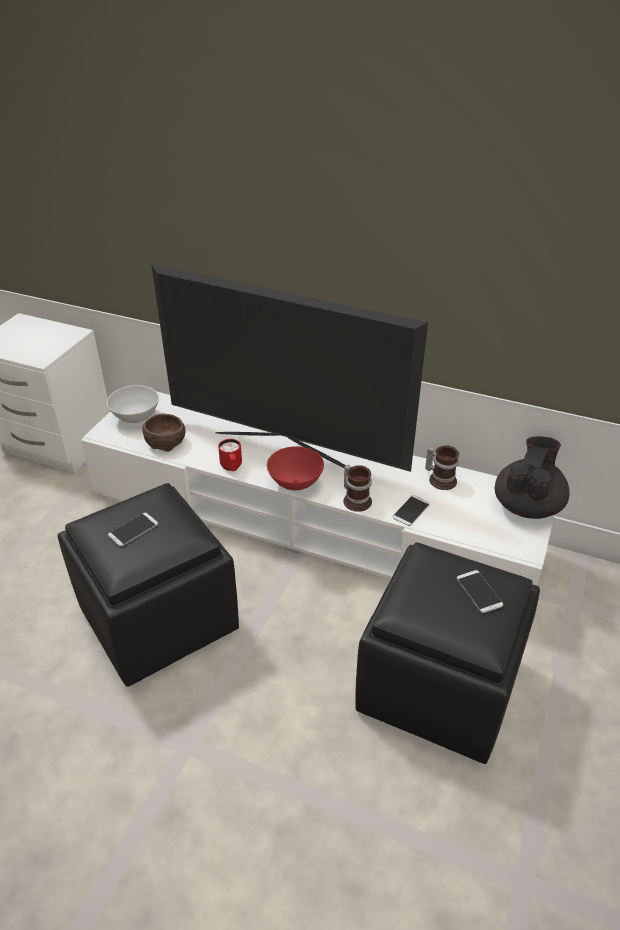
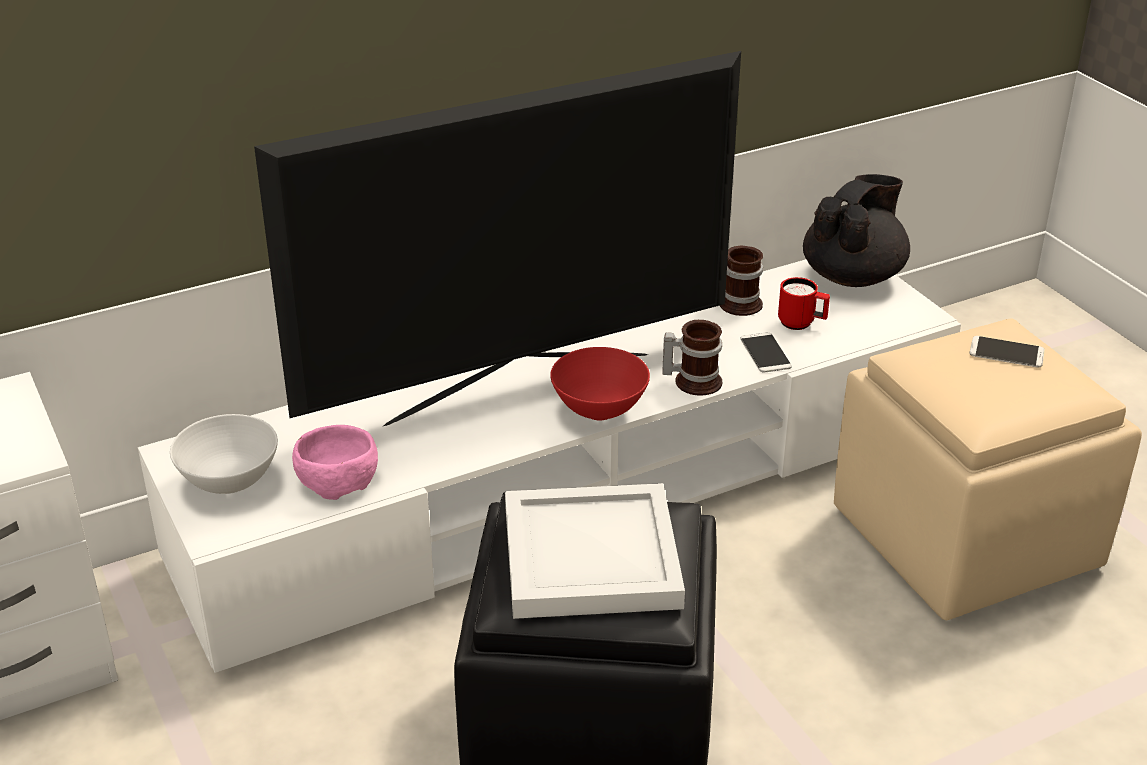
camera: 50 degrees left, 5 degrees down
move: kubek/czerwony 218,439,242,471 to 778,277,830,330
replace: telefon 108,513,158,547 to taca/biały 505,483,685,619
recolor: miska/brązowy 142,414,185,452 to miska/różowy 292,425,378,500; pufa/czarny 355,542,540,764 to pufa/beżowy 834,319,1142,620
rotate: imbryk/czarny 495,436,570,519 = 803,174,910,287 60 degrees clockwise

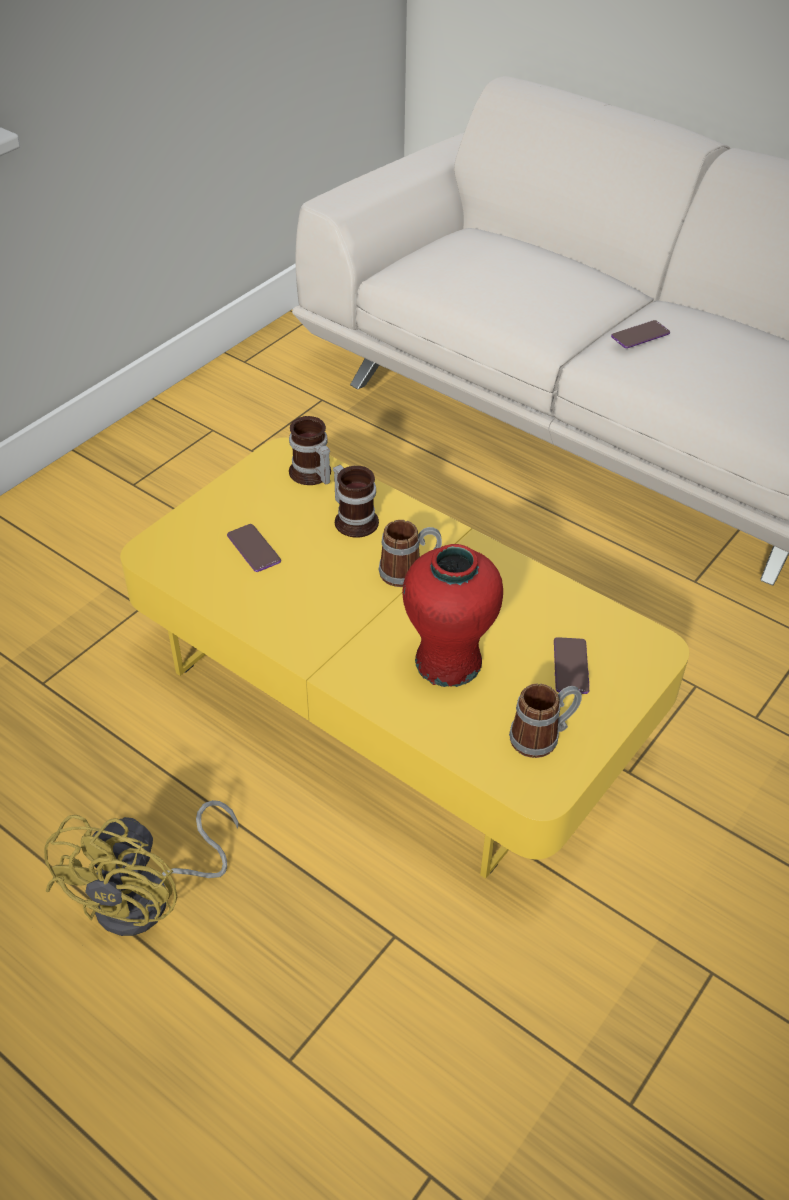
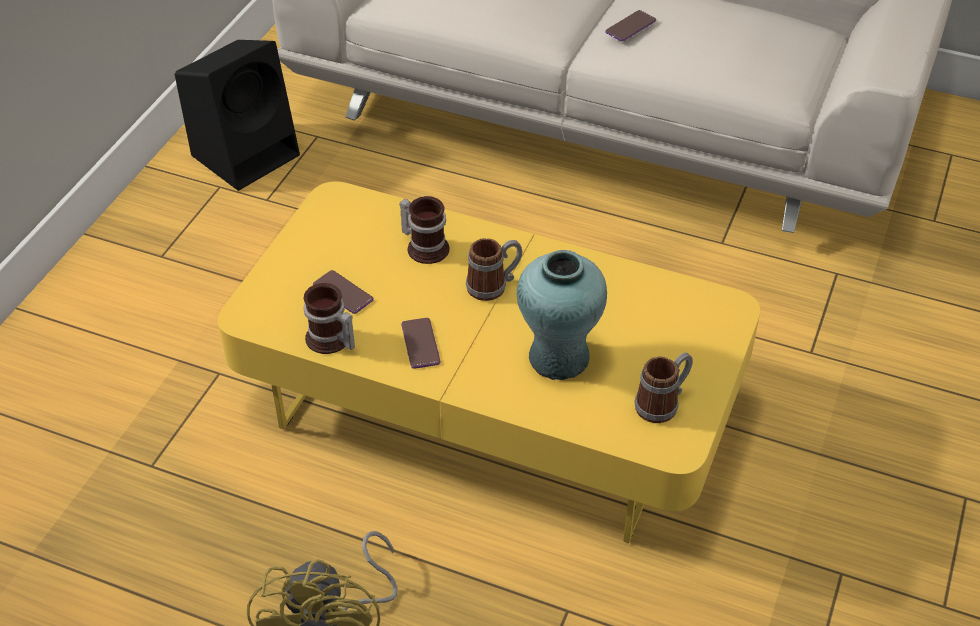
camera: 15 degrees left, 0 degrees up
insert: głośnik/czarny 175,40,300,191
move: kubek 289,416,331,485 to 304,283,355,354; telefon 554,637,589,694 to 401,318,441,369
recolor: wazon/czerwony 402,544,503,687 to wazon/turkusowy 517,250,607,380

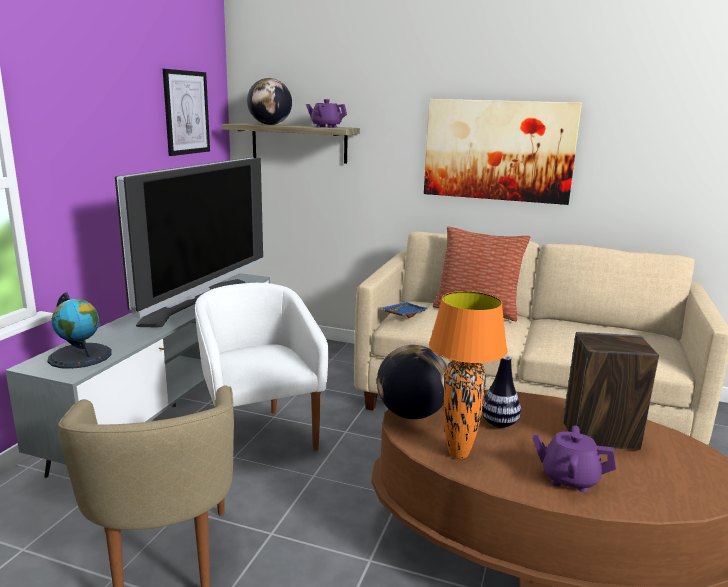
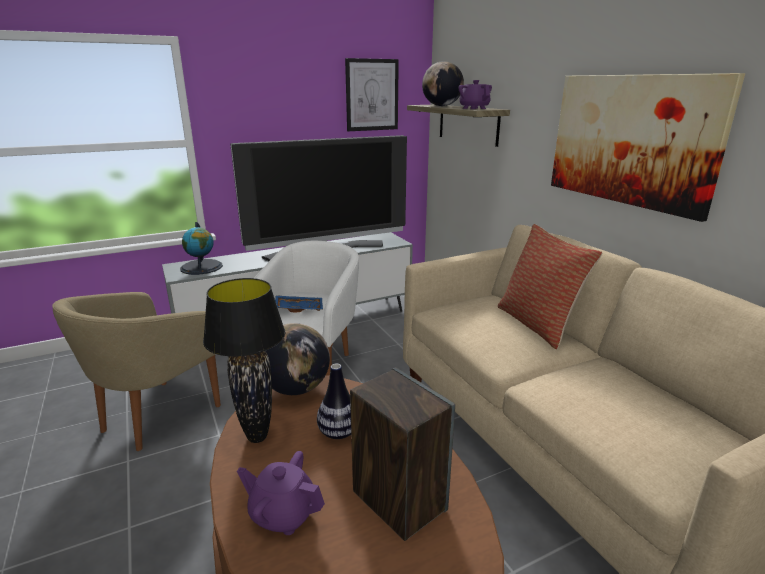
camera: 45 degrees right, 5 degrees up
move: taca/niebieski 382,302,429,318 to 275,295,323,312
recolor: lampa stołowa/pomarańczowy 429,291,508,459 to lampa stołowa/czarny 203,278,286,443
rotate: imbryk/fioletowy 532,425,616,492 = 237,451,325,535 45 degrees counterclockwise

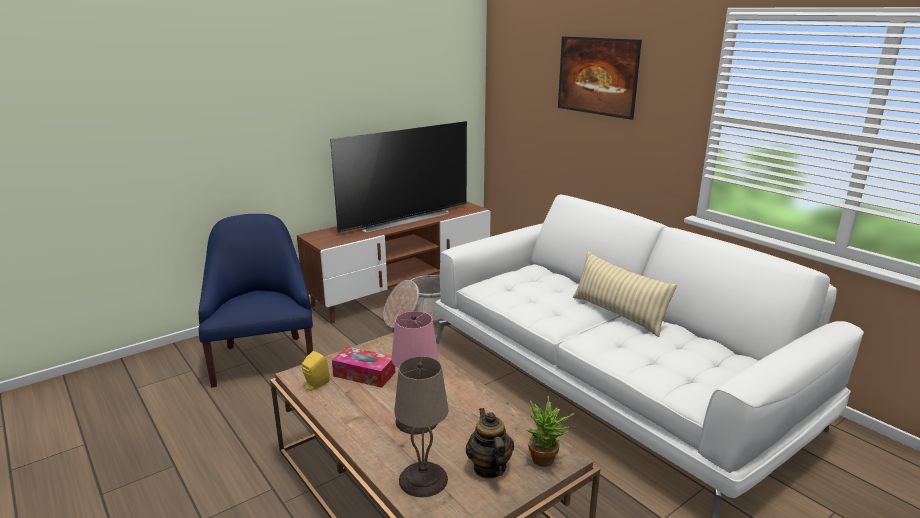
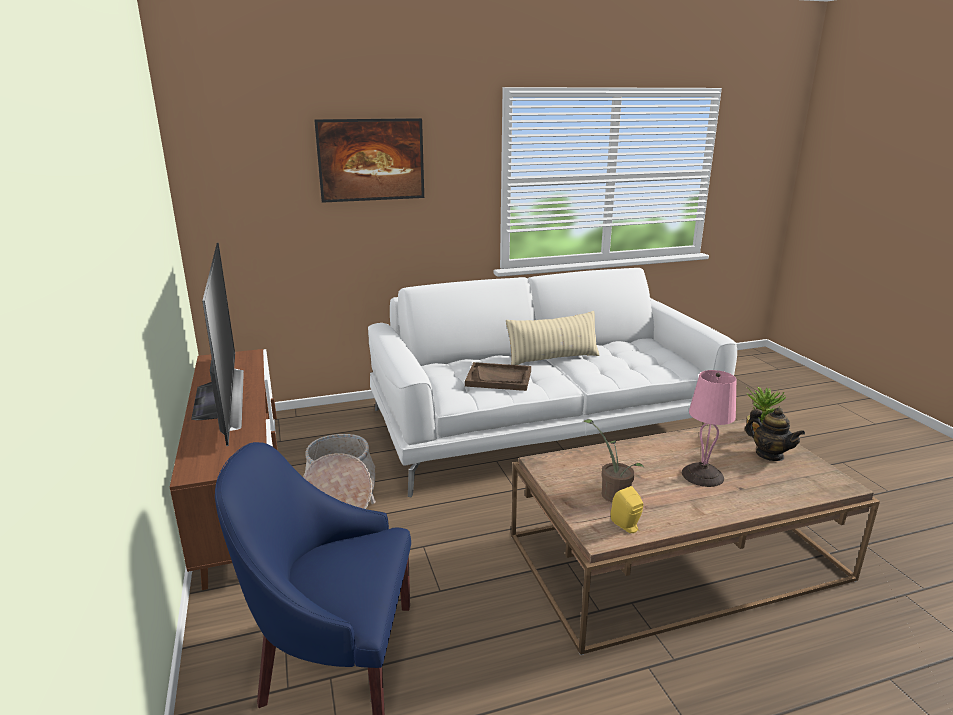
camera: 70 degrees left, 0 degrees up
delete: lampa stołowa/beżowy 394,356,449,497
insert: taca/brązowy 465,362,531,391
replace: pudełko chusteczek 332,346,395,388 to roślina doniczkowa 583,419,645,502
rotate: imbryk 466,408,514,479 = 745,408,805,461 135 degrees counterclockwise

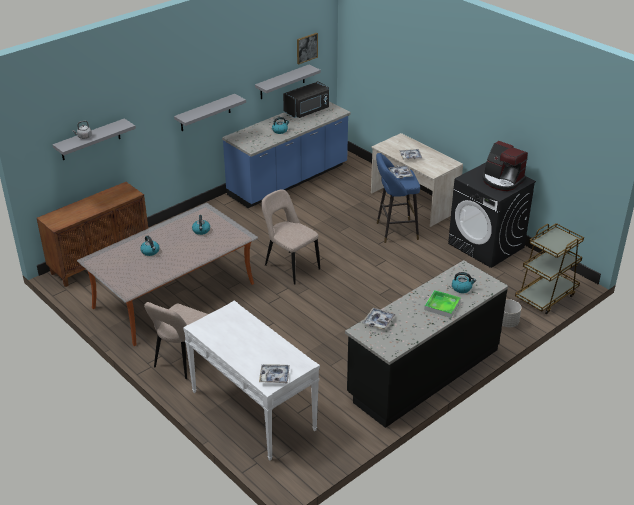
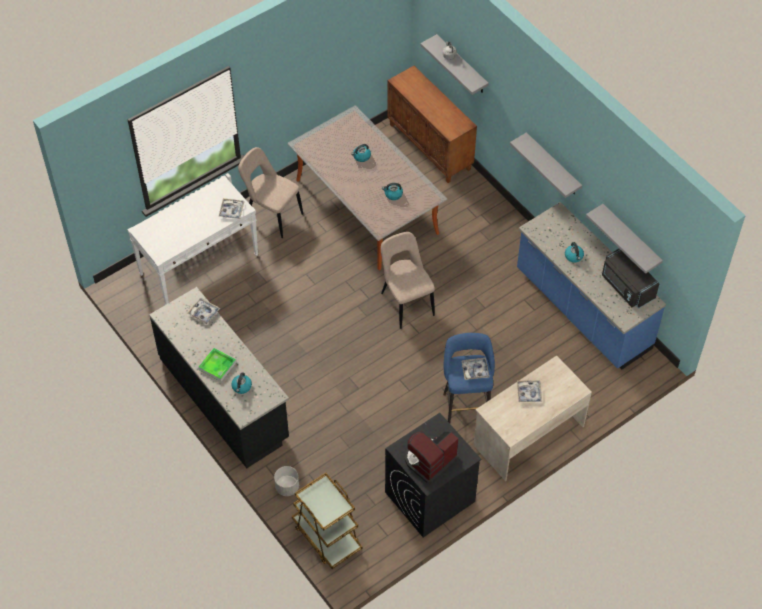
camera: 95 degrees right, 20 degrees up
delete: obraz 297,33,318,65
move: taca 259,364,290,384 to 218,198,244,219
rotate: krzesło/beżowy 261,189,320,284 = 381,232,435,329 75 degrees counterclockwise

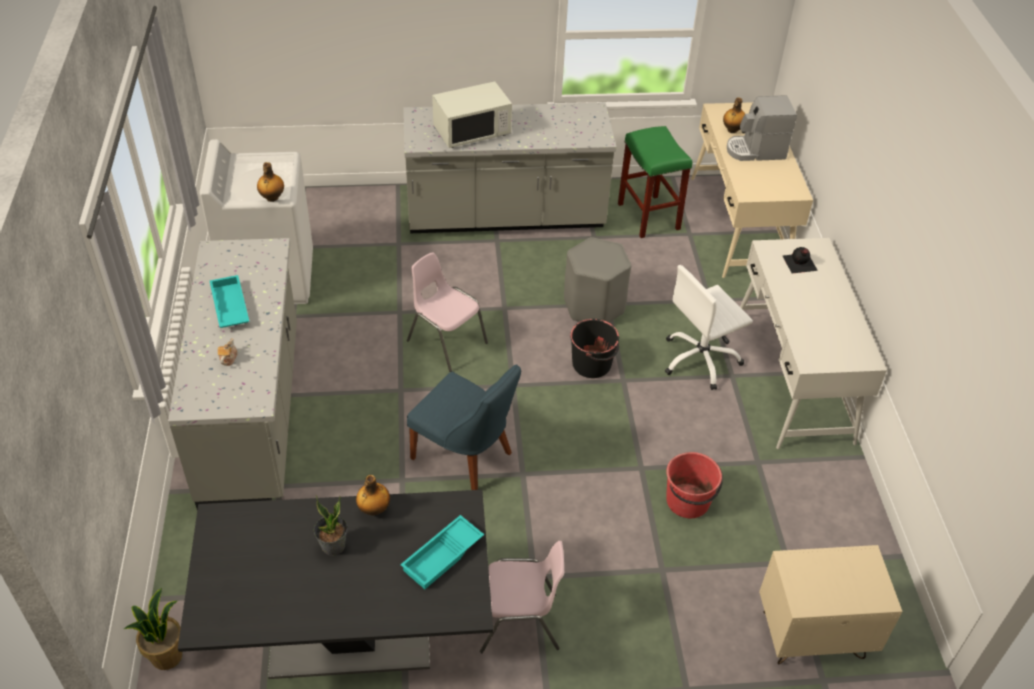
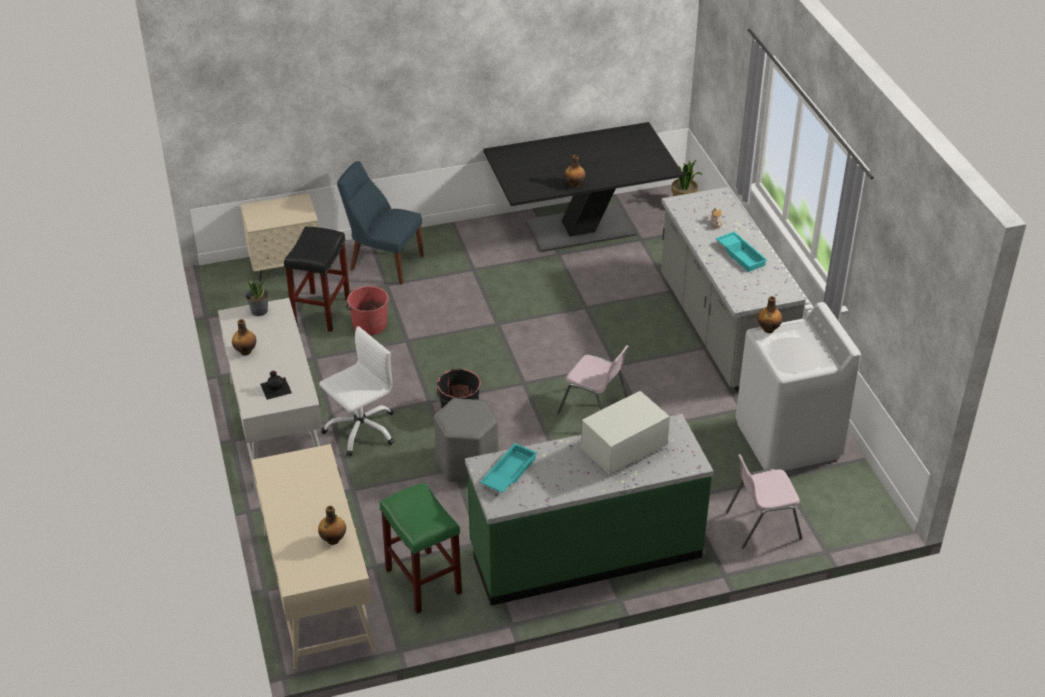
camera: 170 degrees right, 5 degrees down
delete: ekspres do kawy 727,95,797,161
insert: butelka 232,319,256,356; stołek/czarny 284,226,350,332
move: roślina doniczkowa 314,495,347,556 to 246,276,269,316; taca/turkusowy 400,515,484,589 to 480,443,537,493; krzesło/niebieski 407,365,521,490 to 337,161,424,285; krzesło/różowy 480,541,564,653 to 726,454,802,549
recolor: zabudowa kuchenna/szary 403,102,617,233 to zabudowa kuchenna/zielony 465,414,714,606

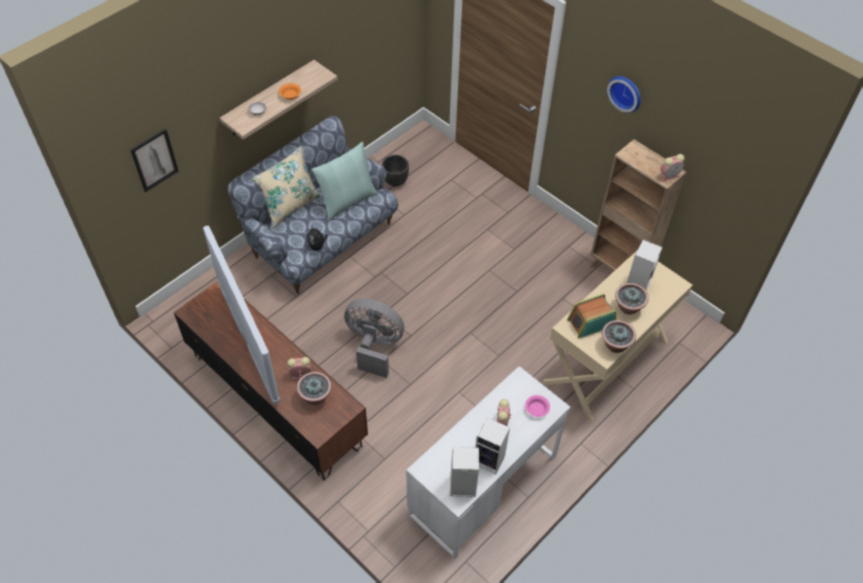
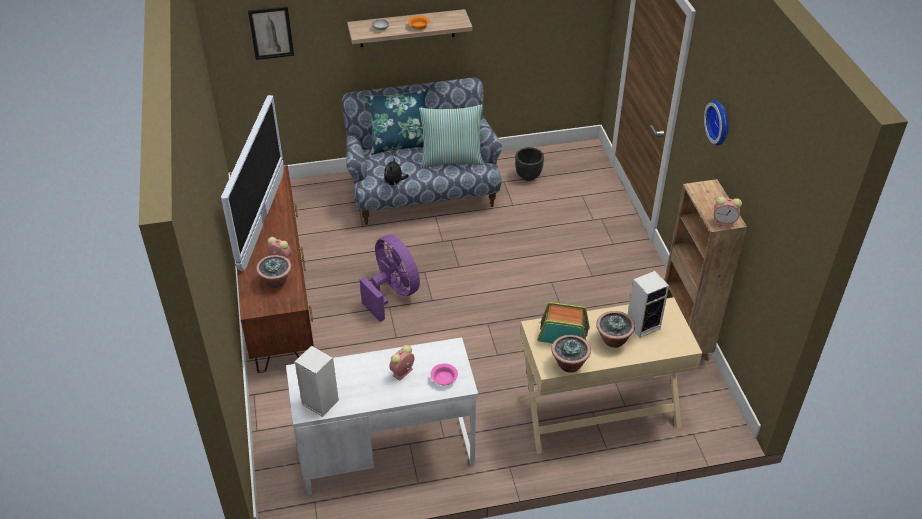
camera: 35 degrees right, 10 degrees down
delete: głośnik 475,417,510,474
recolor: poduszka/beżowy 252,146,320,228 to poduszka/niebieski 365,88,428,155; wentylator/szary 344,299,404,378 to wentylator/fioletowy 360,235,420,322

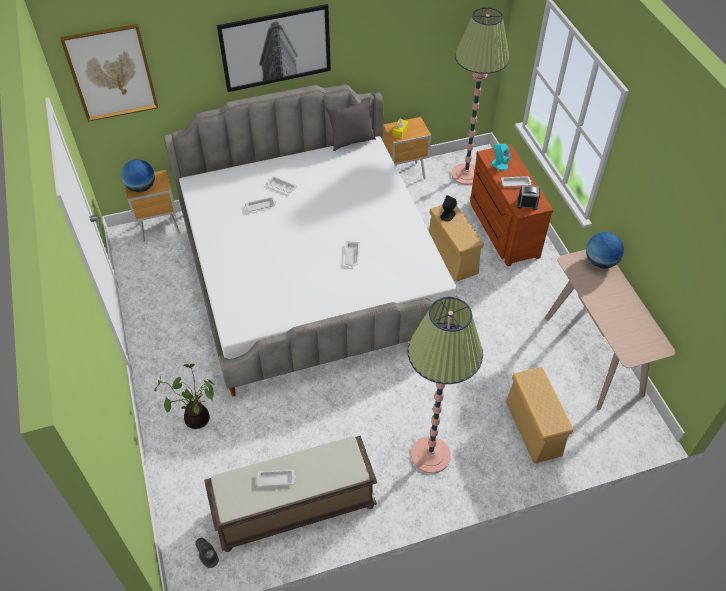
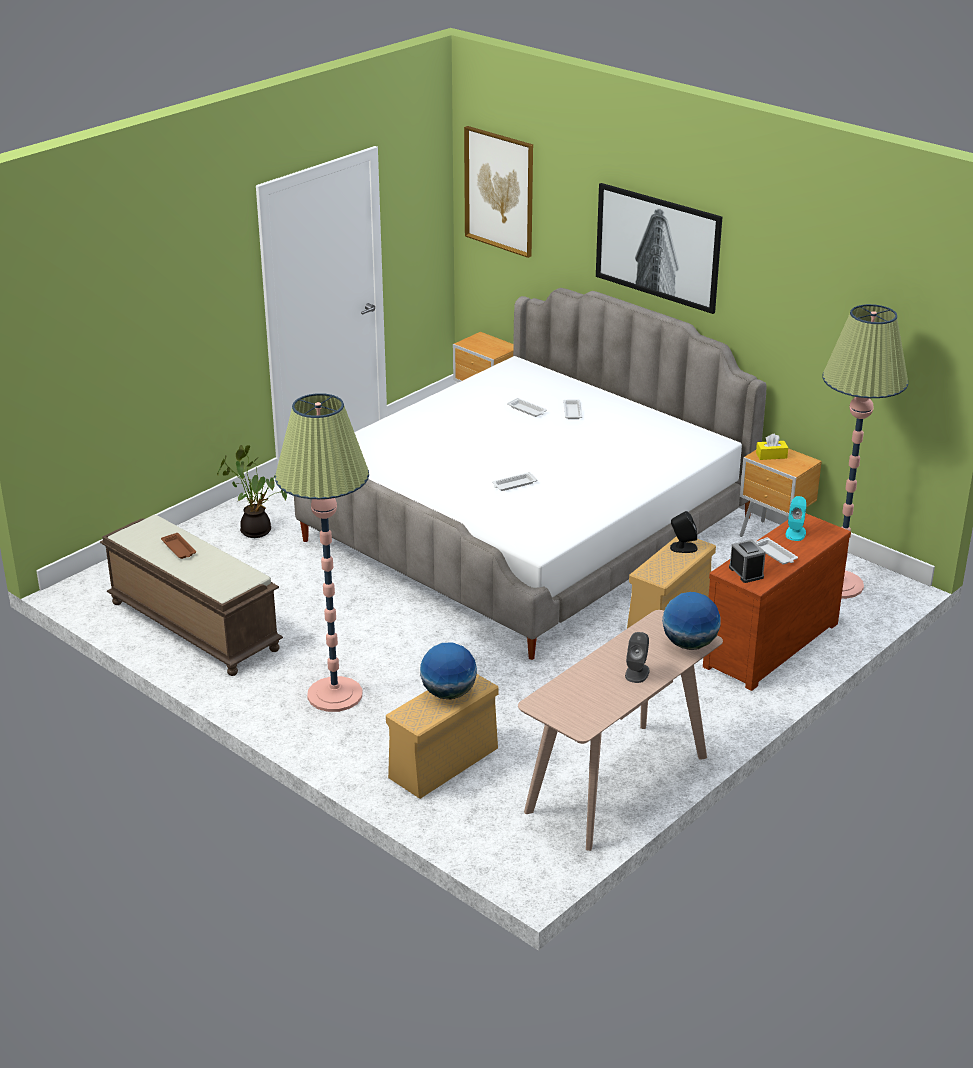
camera: 60 degrees right, 20 degrees down
delete: poduszka/szary 326,97,376,151
move: globus 121,159,155,192 to 420,642,477,699; głośnik/szary 195,538,219,568 to 625,632,650,683
recolor: taca/biały 257,469,296,486 to taca/brązowy 161,533,196,559

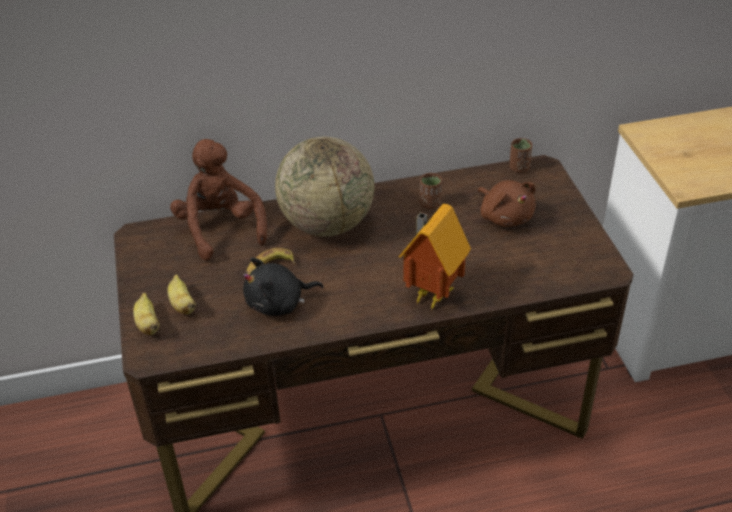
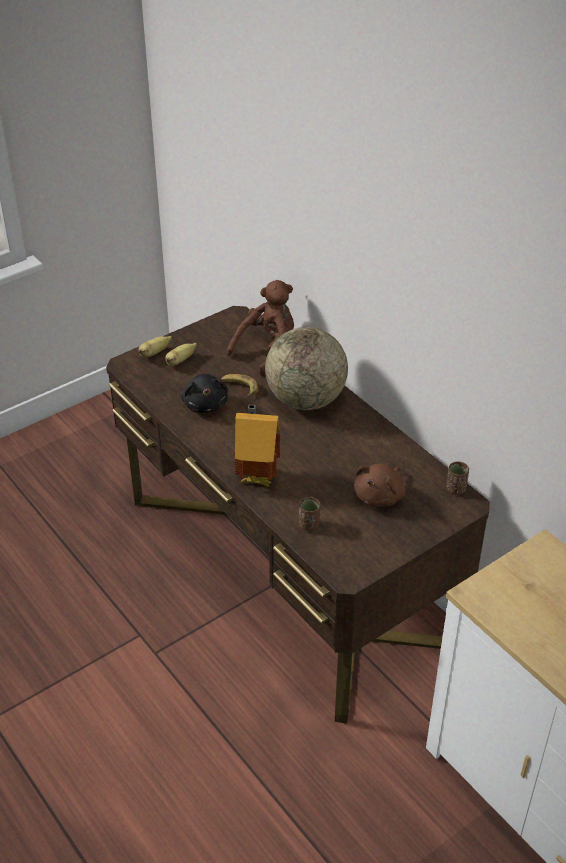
camera: 65 degrees right, 0 degrees up
move: filiżanka/brązowy 420,173,442,209 to 299,497,320,531
rotate: pluszak/czarny 243,257,324,316 = 181,374,228,413 150 degrees counterclockwise

